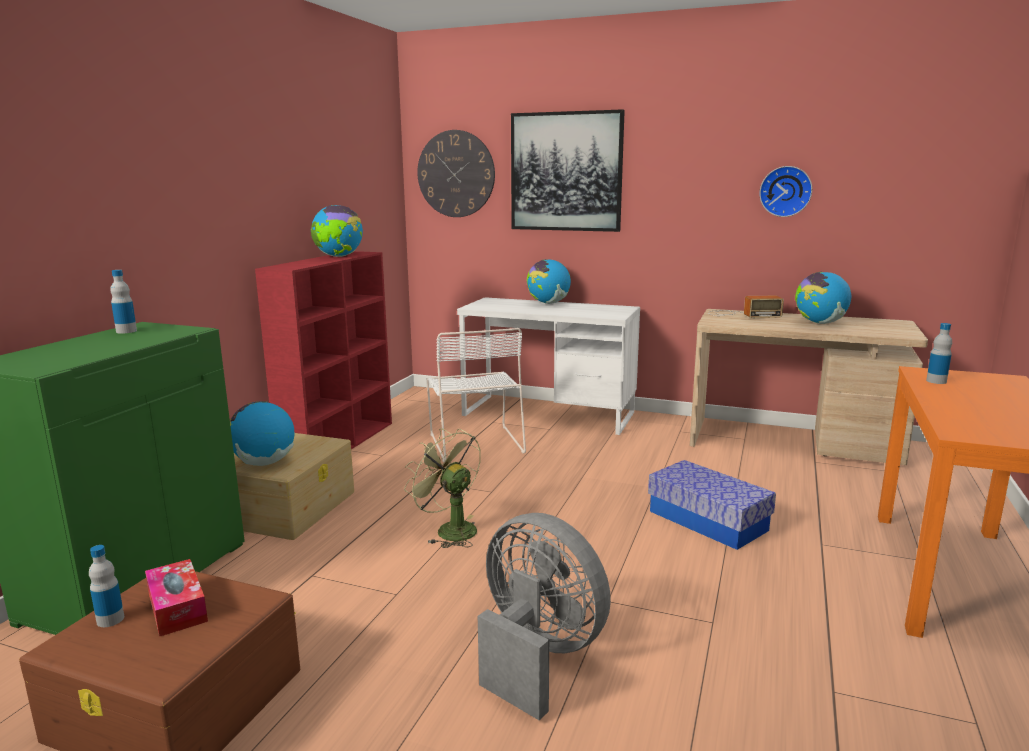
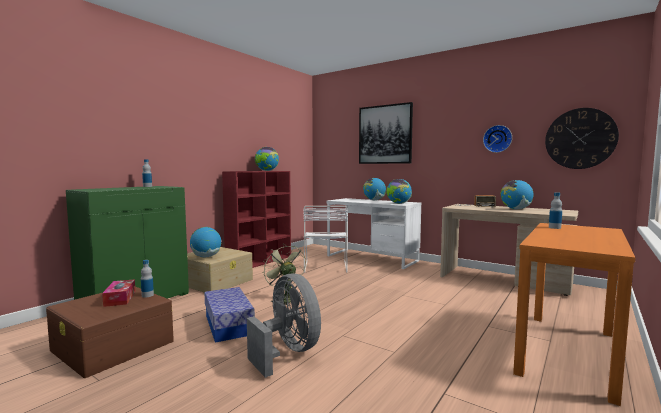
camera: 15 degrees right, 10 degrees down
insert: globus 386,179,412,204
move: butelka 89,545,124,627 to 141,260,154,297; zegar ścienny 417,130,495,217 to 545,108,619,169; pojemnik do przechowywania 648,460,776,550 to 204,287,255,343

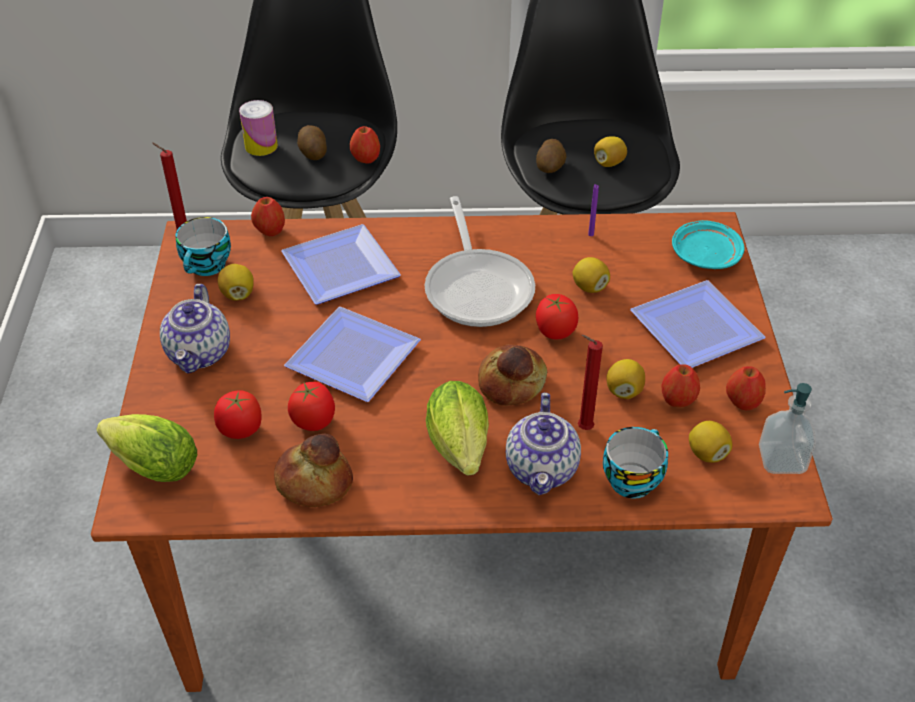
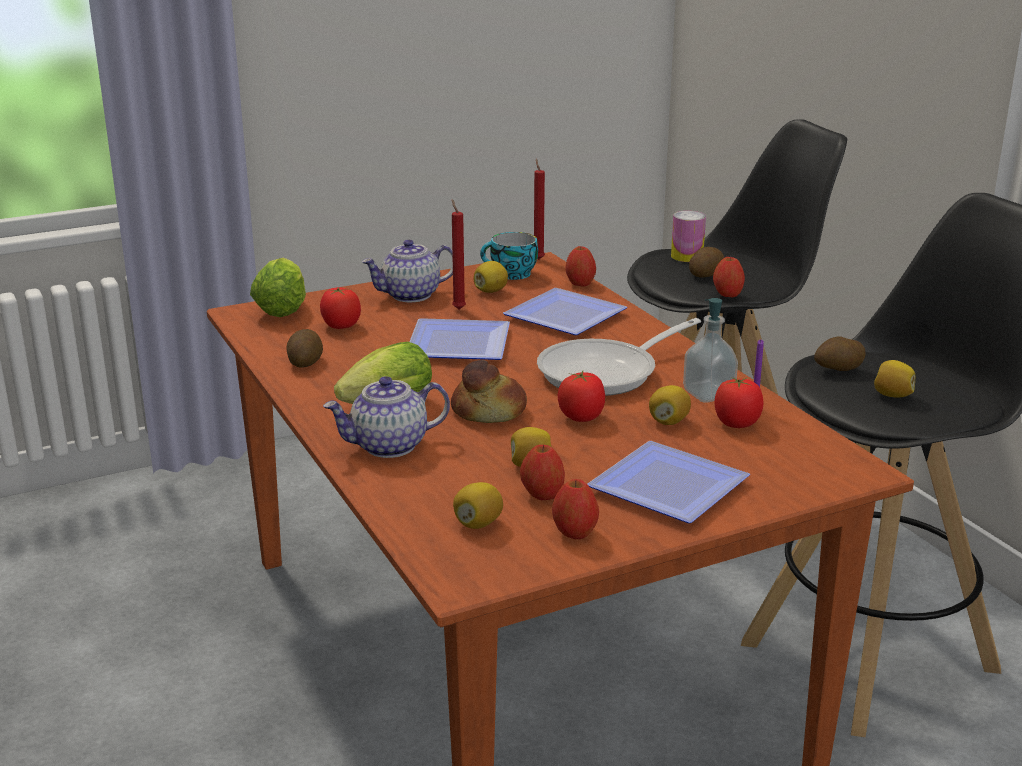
camera: 65 degrees right, 20 degrees down
delete: filiżanka 603,427,668,499; talerz/turkusowy 672,220,745,269
move: pomidor 288,382,335,431 to 715,377,764,428; świeca/czerwony 578,335,603,430 to 452,199,466,310; dozownik mydła 759,383,816,474 to 683,298,738,403
replace: chleb 274,434,353,507 to ziemniak 286,329,323,368

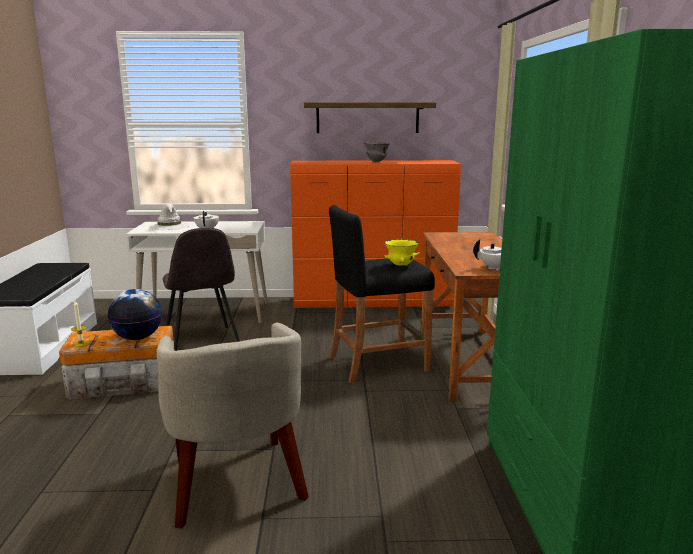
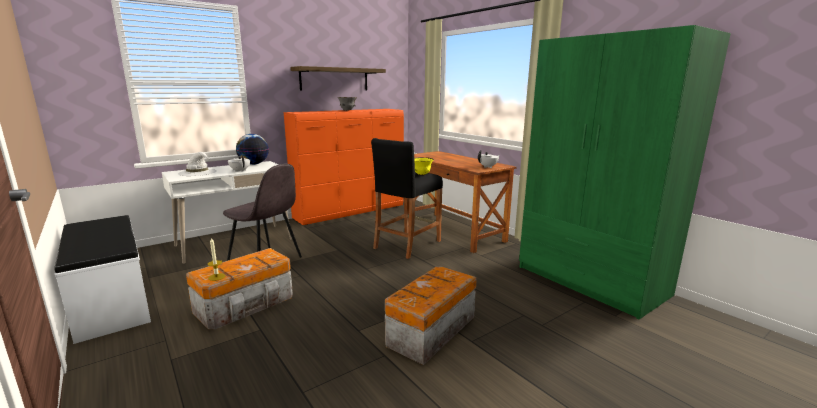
camera: 35 degrees left, 0 degrees up
move: globus 108,289,162,340 to 236,134,269,165
replace: fotel/beżowy 157,322,309,529 to pojemnik do przechowywania 385,266,477,365

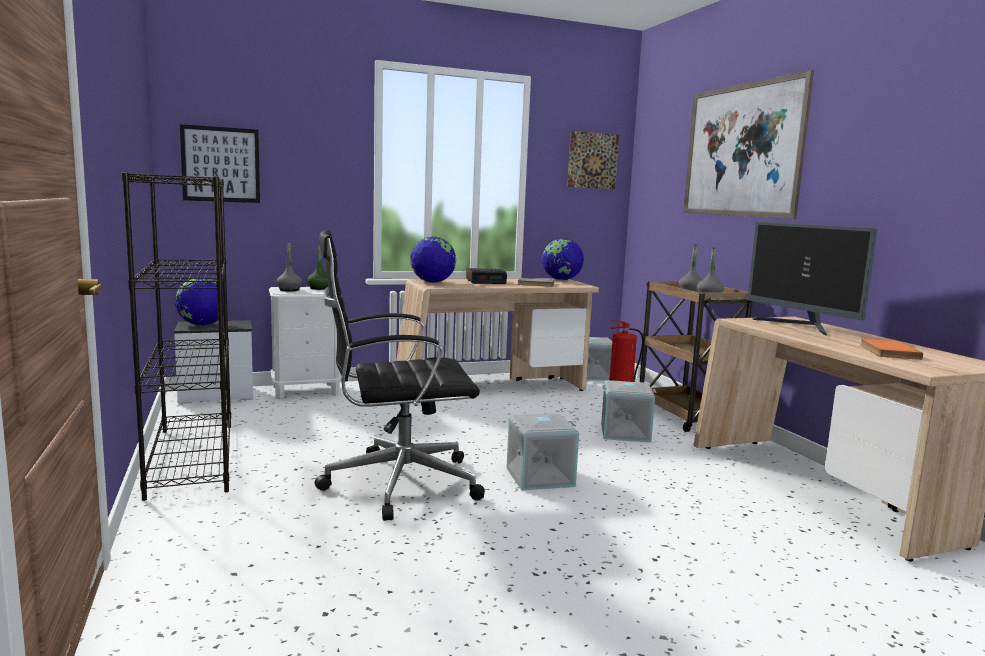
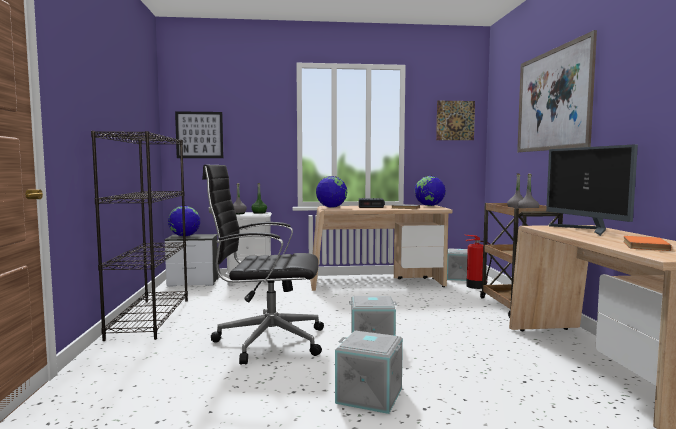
camera: 15 degrees right, 5 degrees down
move: pojemnik do przechowywania/szary 601,380,656,443 to 335,331,403,414

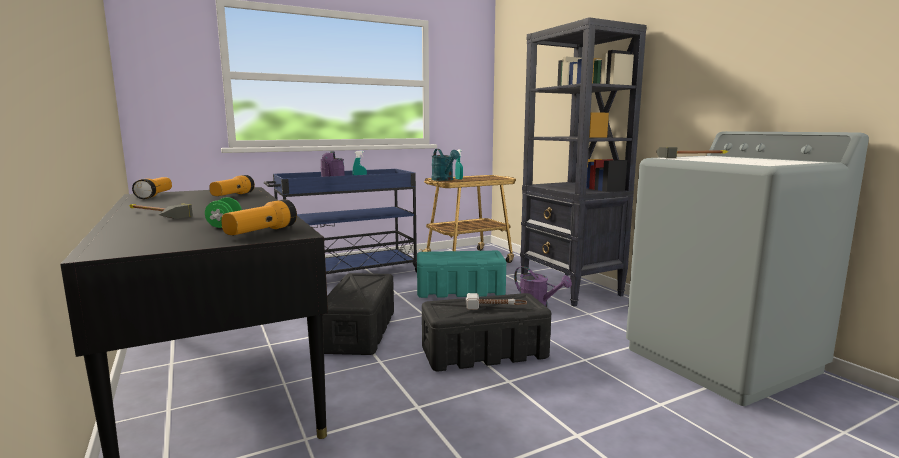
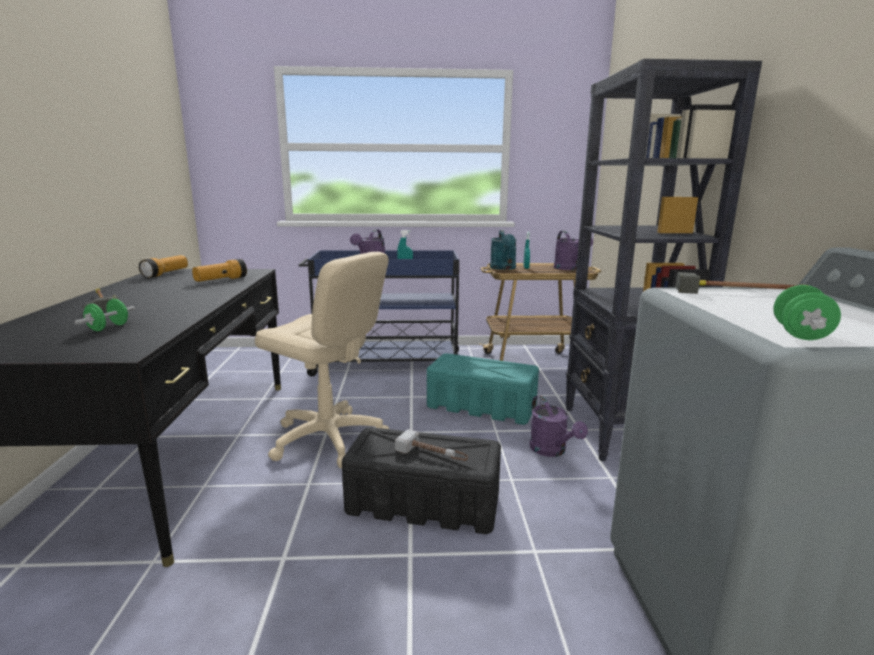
camera: 25 degrees right, 5 degrees up
delete: latarka 221,199,297,235
insert: konewka/fioletowy 554,231,593,270; hantel/zielony 773,285,841,340
replace: pojemnik do przechowywania/czarny 323,273,394,355 to krzesło biurowe/beżowy 255,252,389,468

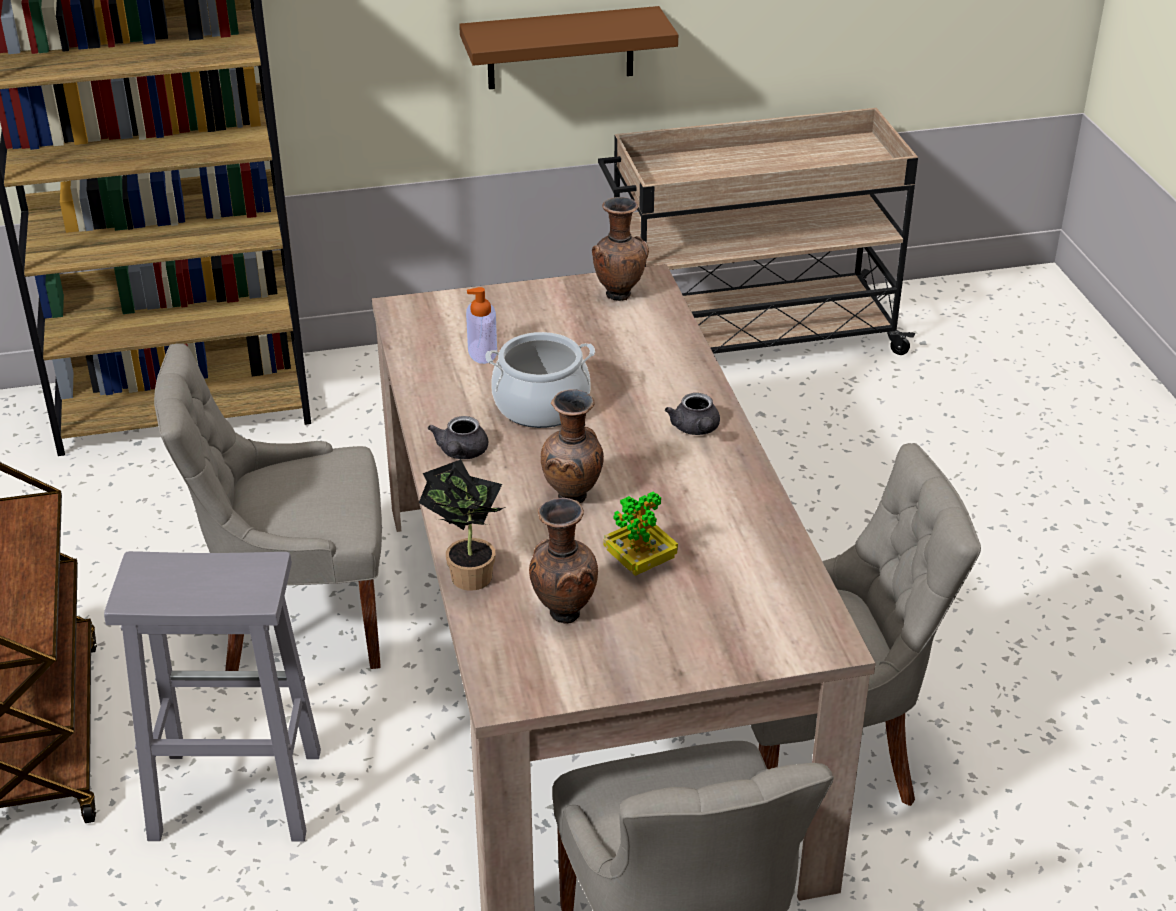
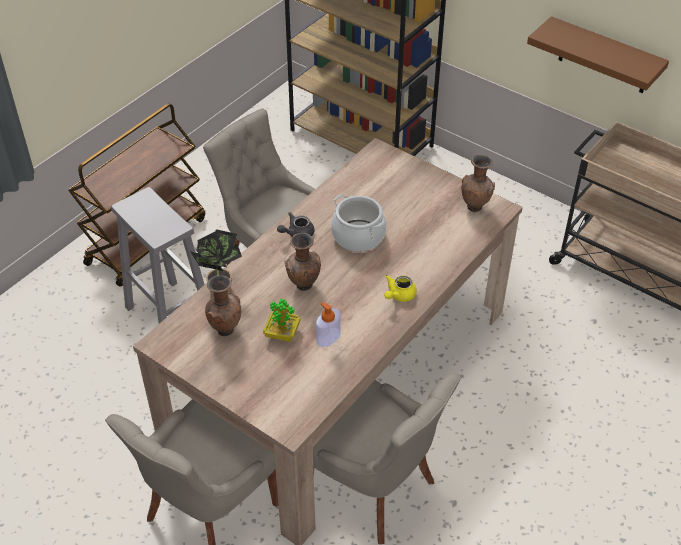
camera: 50 degrees right, 10 degrees up
move: dozownik mydła 466,287,497,364 to 316,302,341,347
recolor: imbryk/szary 665,393,720,435 to imbryk/żółty 384,275,417,302

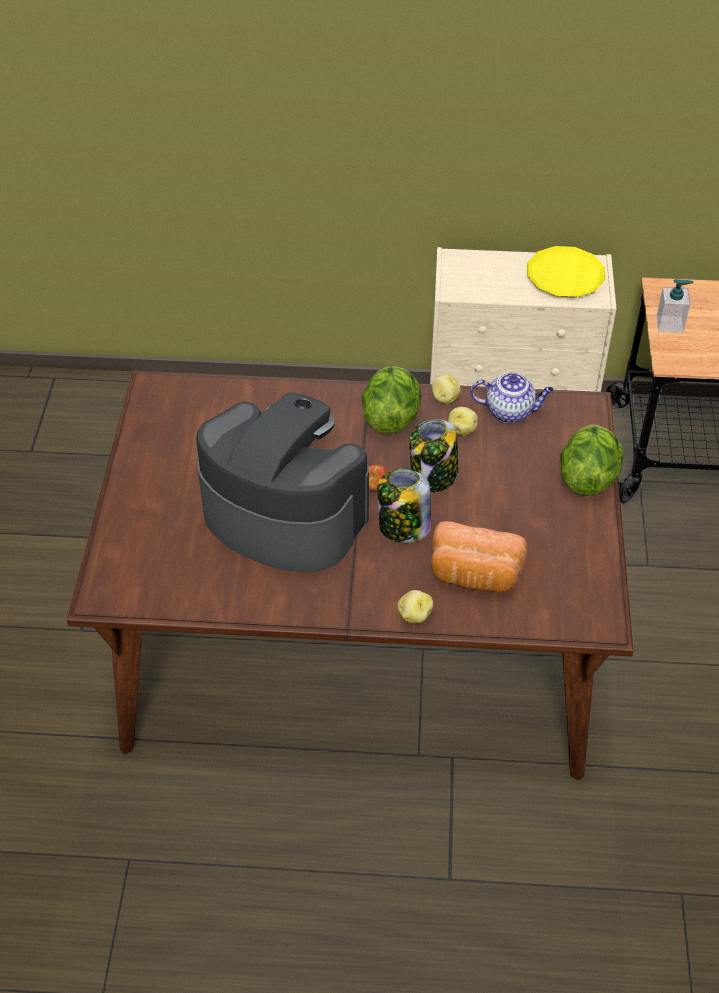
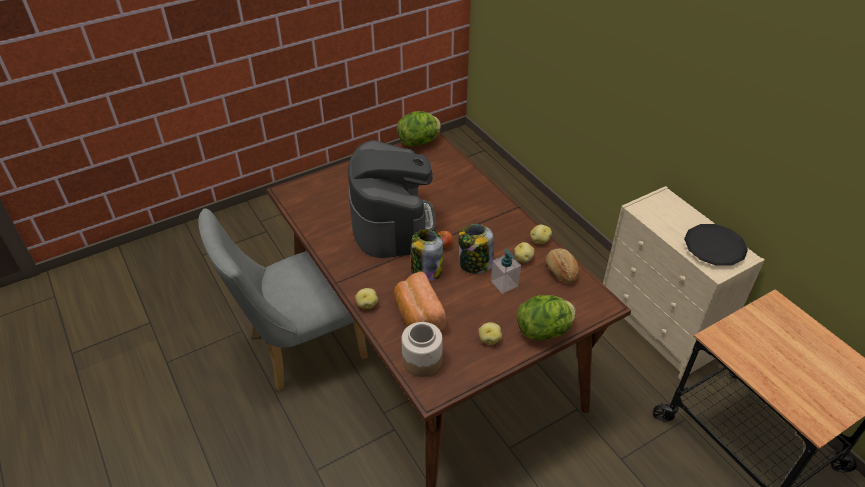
camera: 55 degrees right, 5 degrees down
insert: krzesło/szary 198,208,368,391; słoik 401,322,443,377; ziemniak 479,322,502,345
move: sałata 362,366,422,434 to 397,111,441,146; dozownik mydła 657,279,693,333 to 491,249,521,294
replace: imbryk 470,372,554,423 to chleb 545,248,579,283
recolor: talerz/żółty 527,246,605,297 to talerz/czarny 684,224,748,266

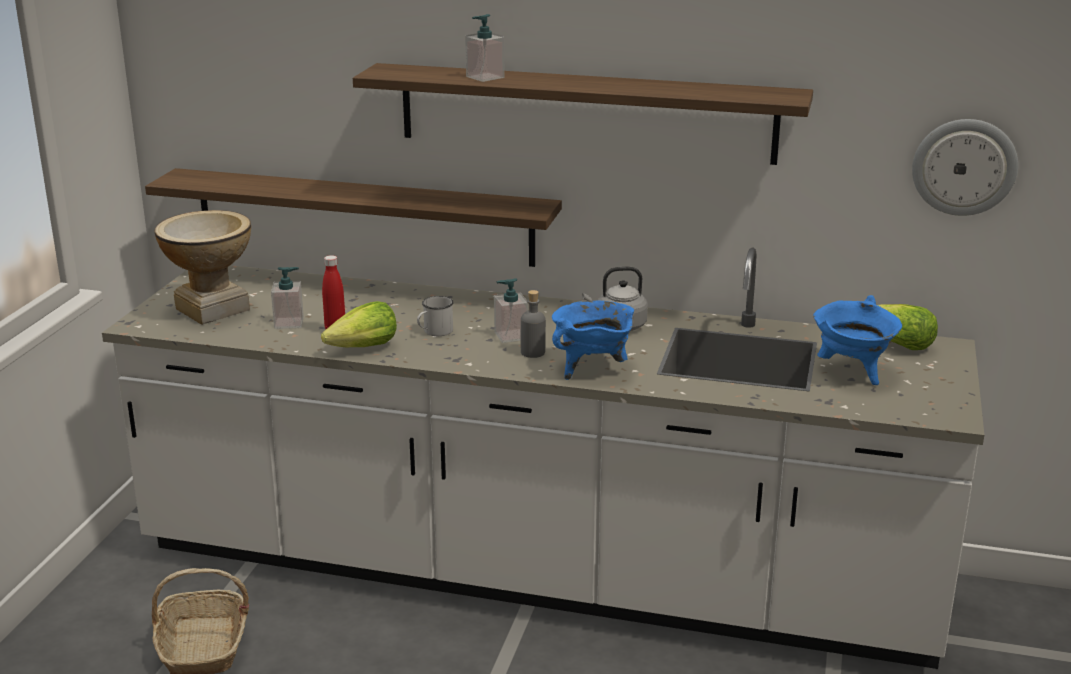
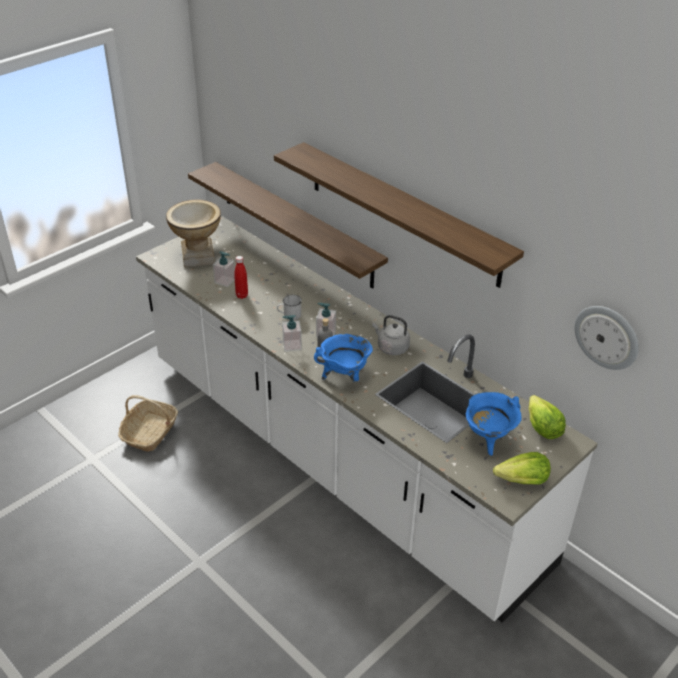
camera: 30 degrees right, 15 degrees up
move: sałata 321,301,397,347 to 493,452,551,485; dozownik mydła 465,14,505,82 to 282,315,302,352

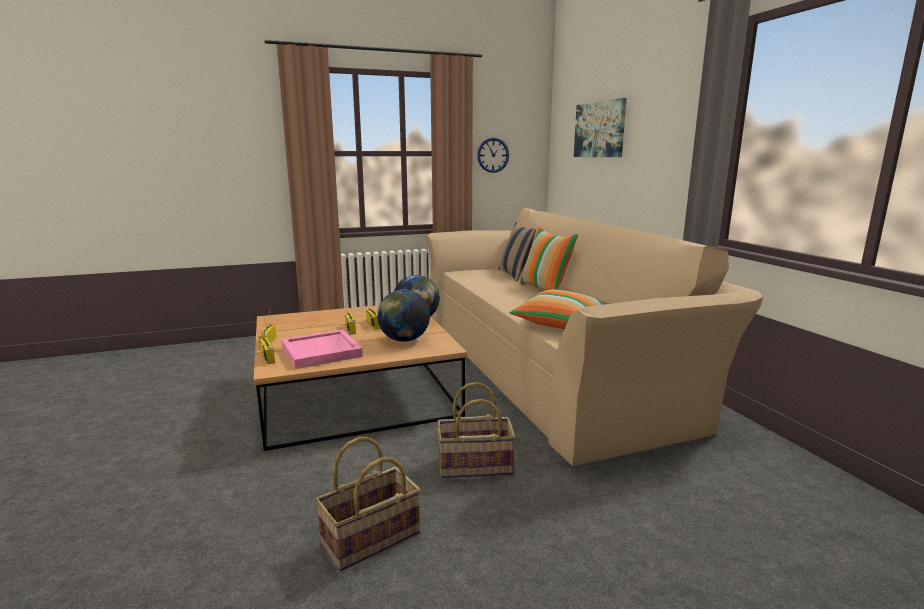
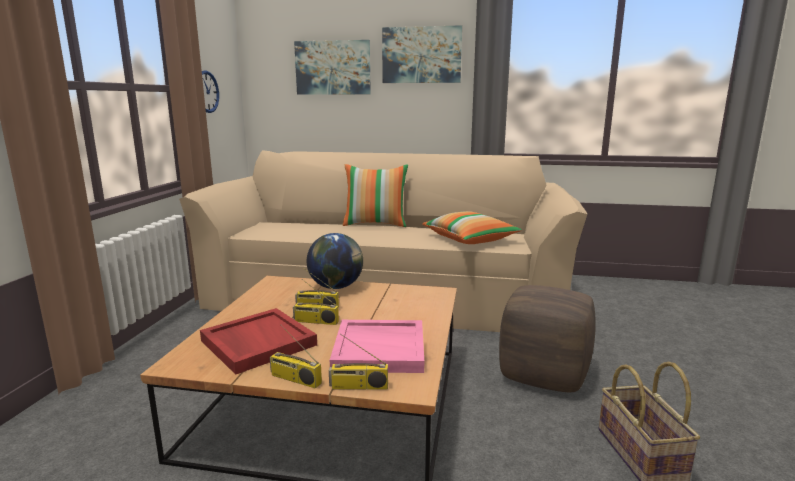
camera: 60 degrees left, 0 degrees up
delete: globus 377,290,430,342; poduszka 499,222,536,281
insert: taca/czerwony 200,308,317,375; obraz 382,25,462,83
replace: koszyk 437,382,516,479 to pufa/brązowy 499,285,596,392

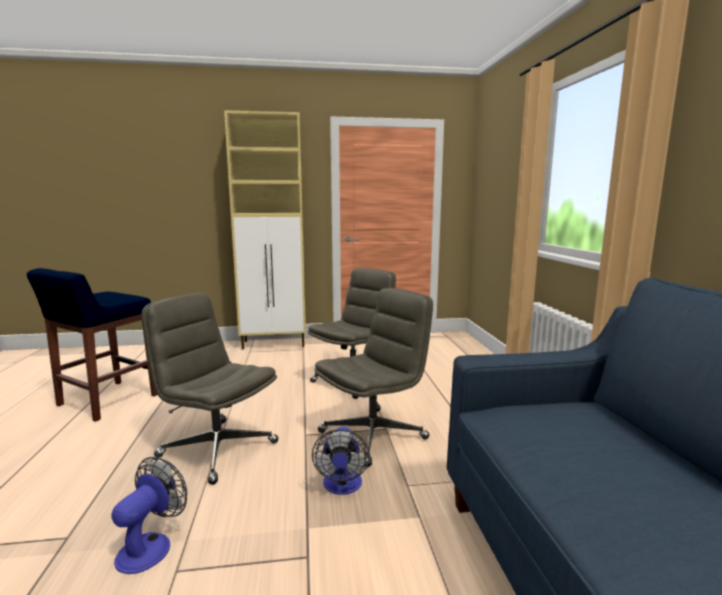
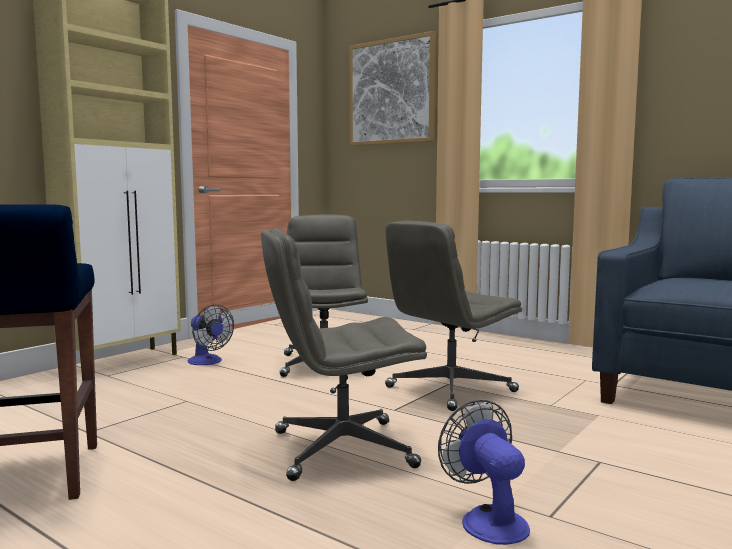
camera: 45 degrees left, 5 degrees down
insert: obraz 349,31,436,146
move: wentylator 312,426,370,495 to 188,304,234,365
rotate: krzesło biurowe/szary 314,288,433,467 = 385,220,522,411 135 degrees counterclockwise

